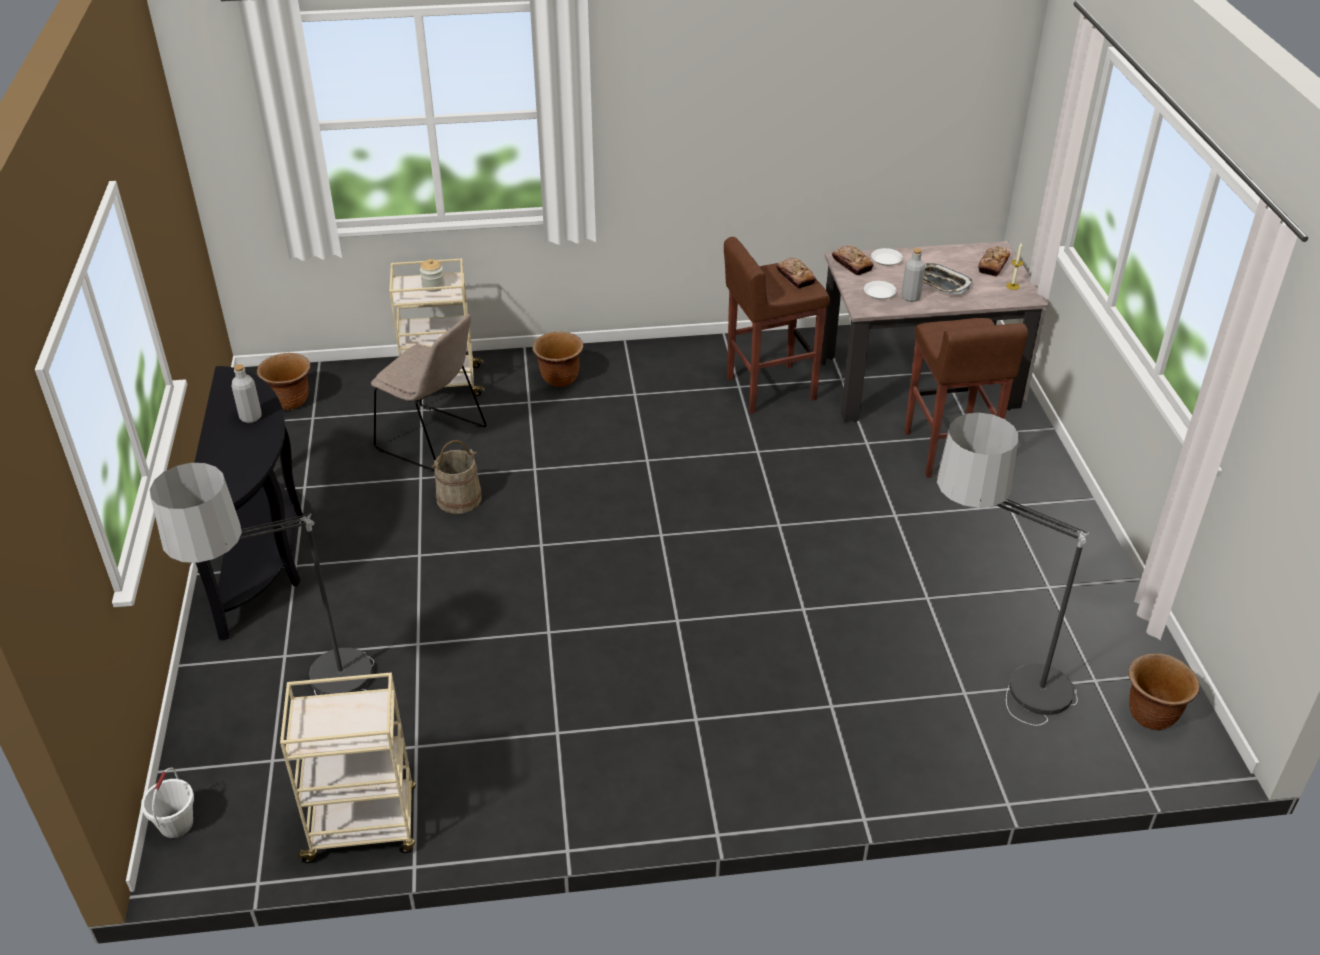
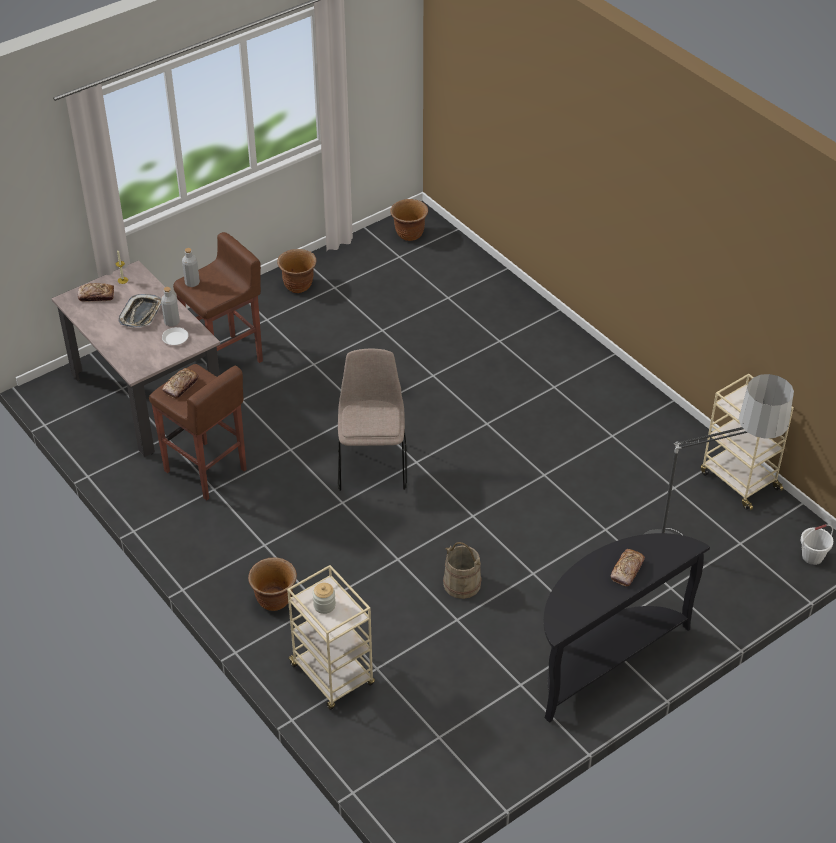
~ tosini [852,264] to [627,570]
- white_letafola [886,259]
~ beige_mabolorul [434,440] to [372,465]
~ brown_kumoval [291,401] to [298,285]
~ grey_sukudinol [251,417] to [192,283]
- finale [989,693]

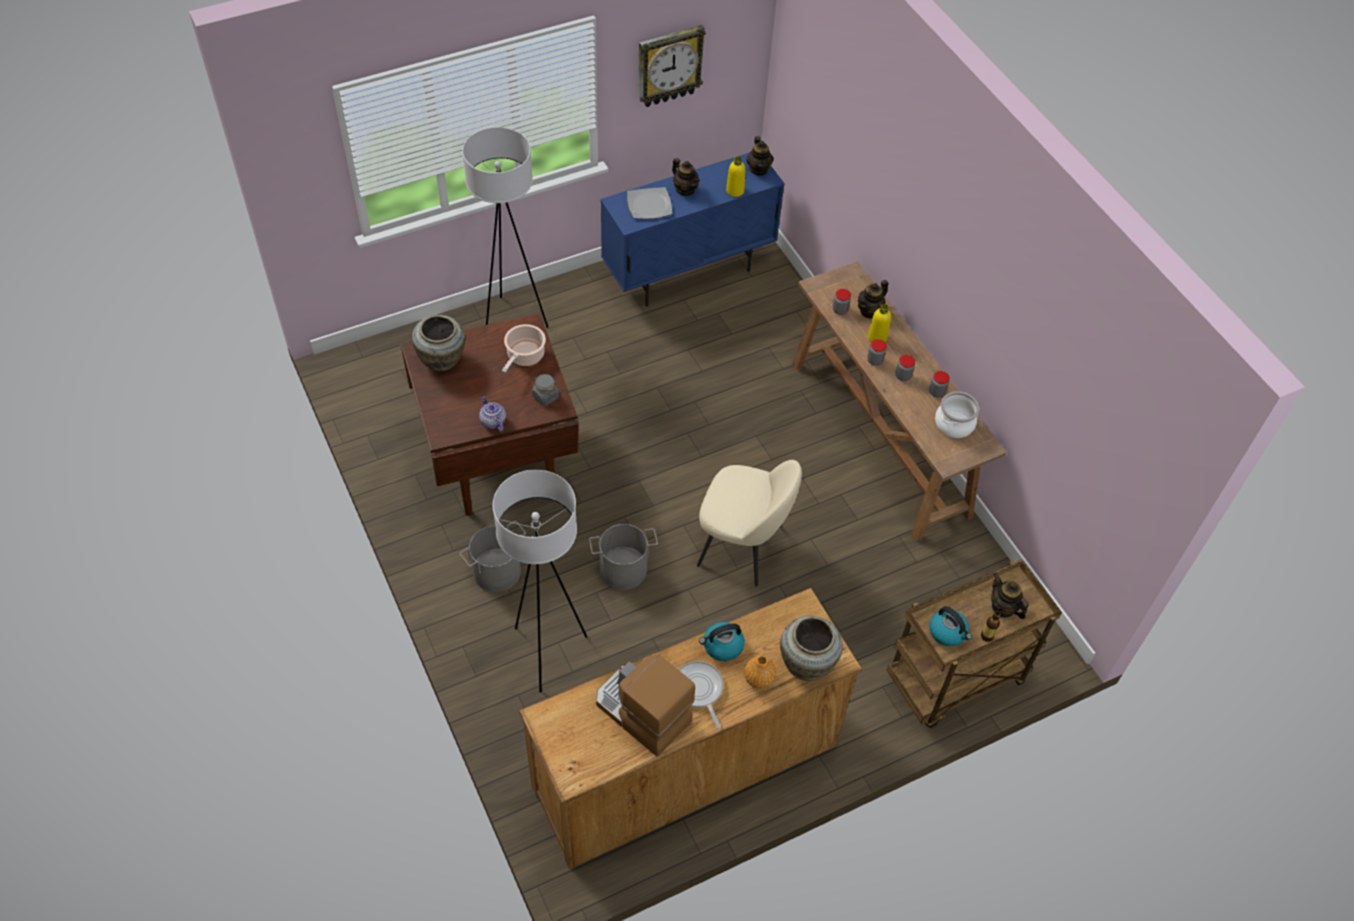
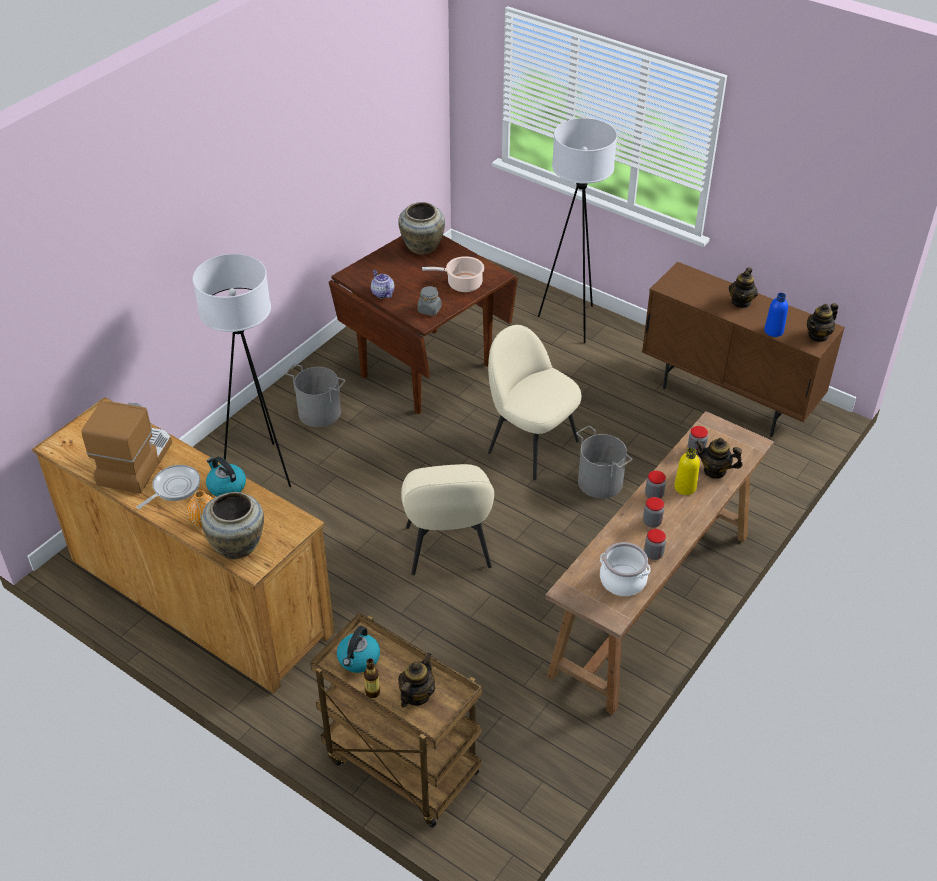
- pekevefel [669,65]
~ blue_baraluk [688,273] to brown_baraluk [728,399]
~ yellow_sukudinol [735,191] to blue_sukudinol [773,331]
- letafola [649,205]
~ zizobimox [492,421] = [382,293] 60 degrees counterclockwise
~ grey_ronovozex [623,569] to [600,481]
+ beige_mabolorul [531,445]

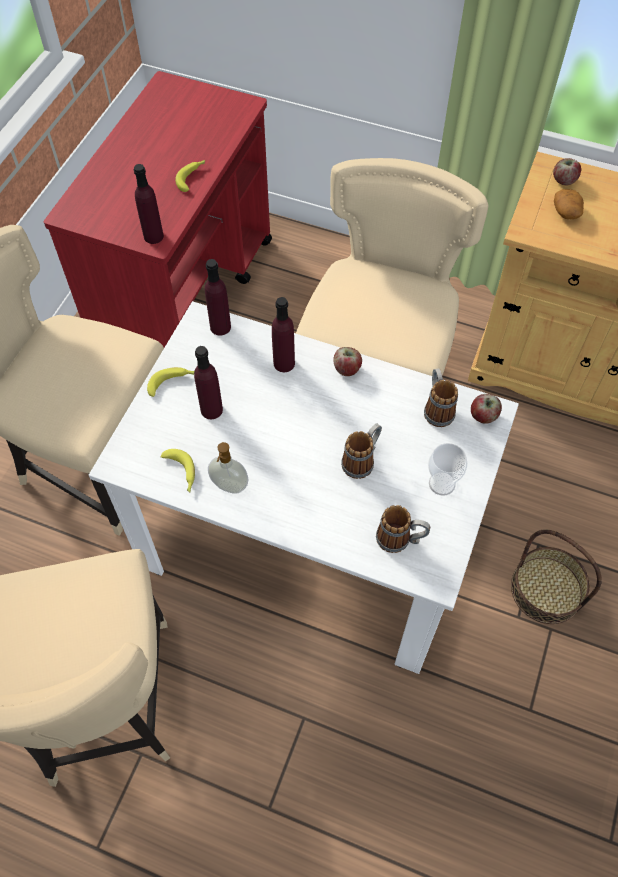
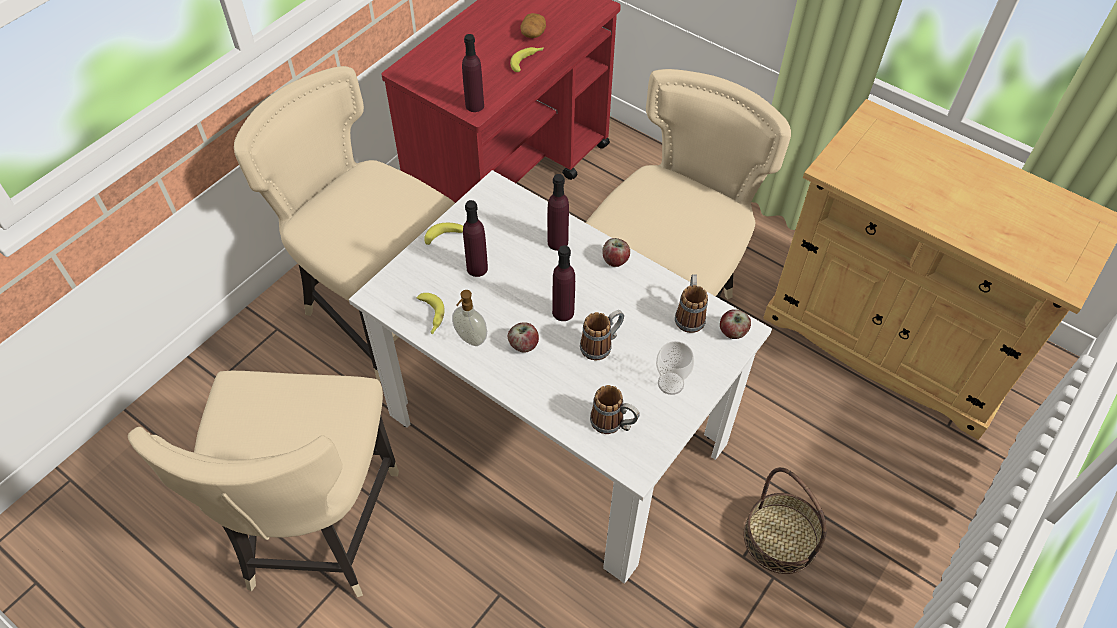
~ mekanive [563,180] to [523,345]
~ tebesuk [566,212] to [533,33]
~ purple_sukudinol [220,327] to [563,312]

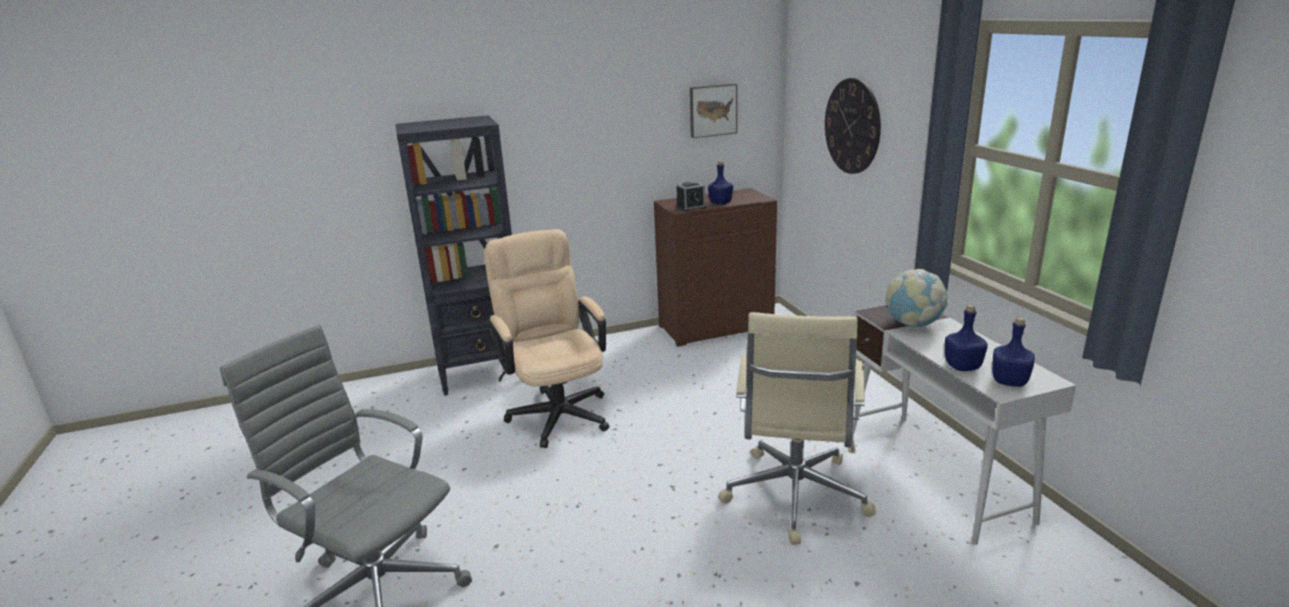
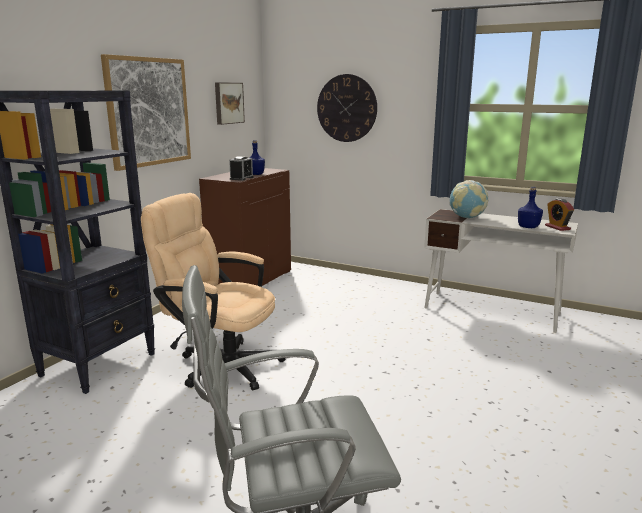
- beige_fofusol [794,497]
~ blue_sukudinol [1009,382] to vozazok [557,227]
+ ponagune [148,112]

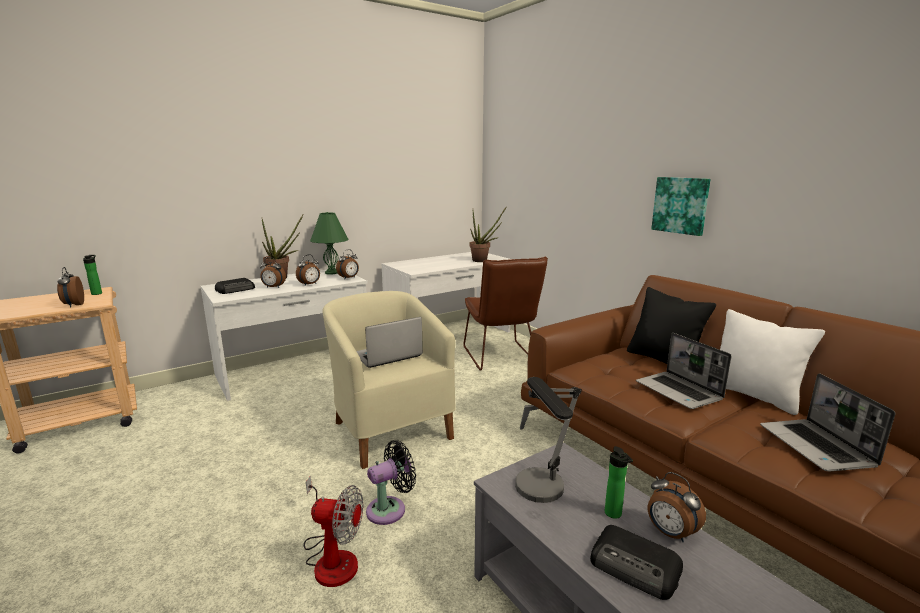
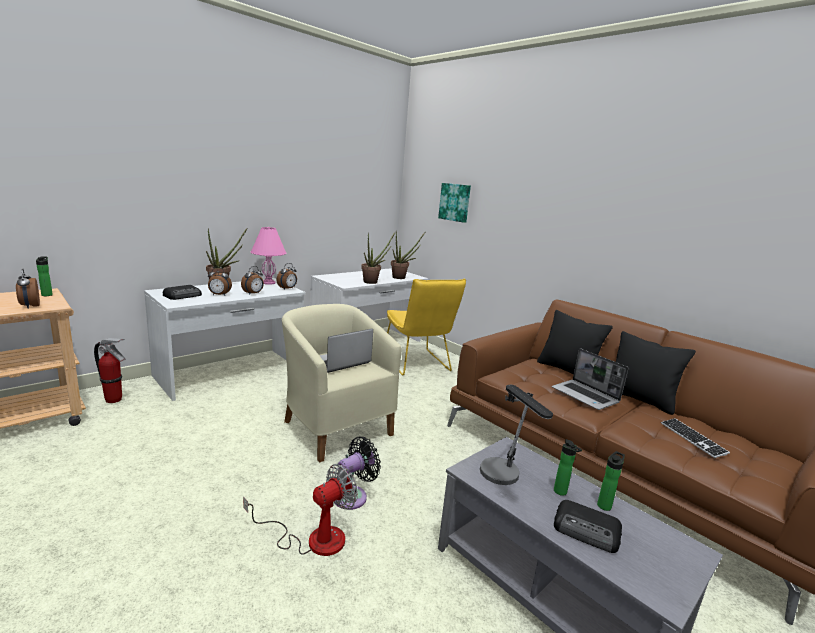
~ ponagune [681,205] to [455,202]
~ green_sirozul [332,272] to pink_sirozul [269,283]
~ brown_mabolorul [501,358] to yellow_mabolorul [417,364]
~ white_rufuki [753,395] to black_rufuki [639,399]
~ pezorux [817,447] to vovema [692,438]
~ vozazok [670,533] to sukudinol [605,505]
~ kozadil [332,557] = [313,539] 45 degrees counterclockwise
+ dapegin [373,282]
+ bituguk [114,400]

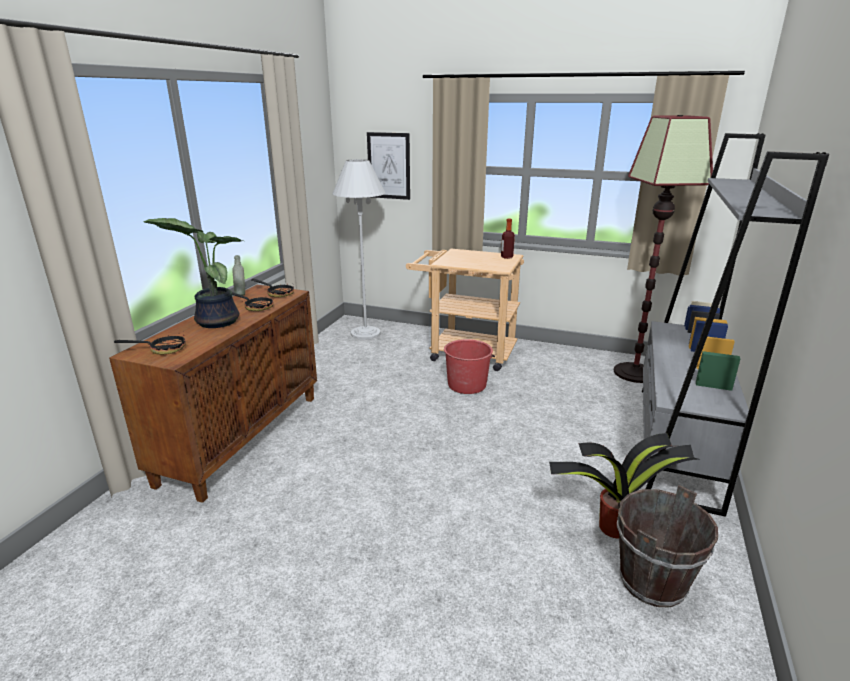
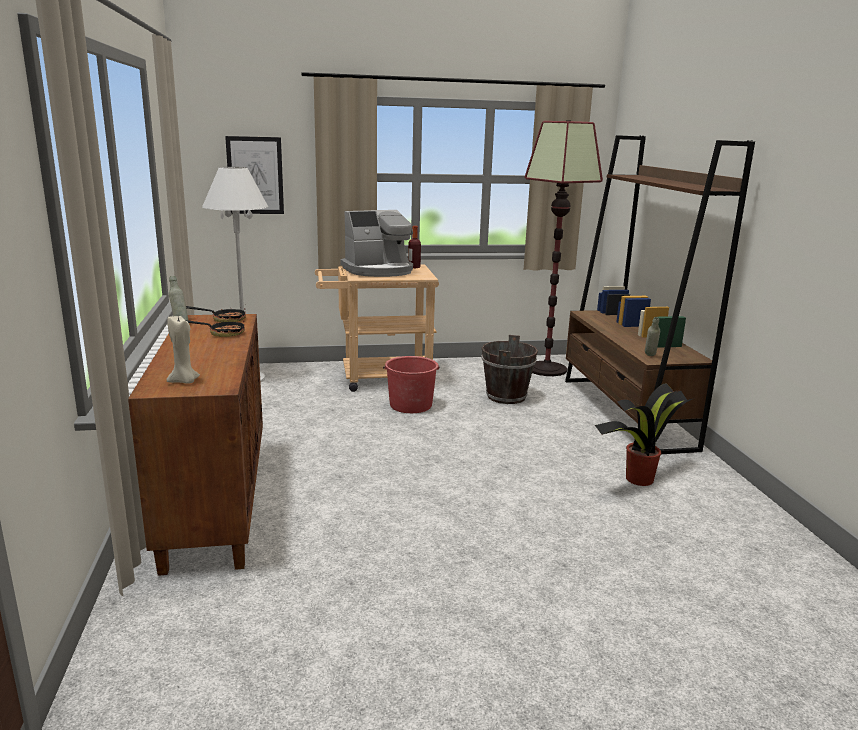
~ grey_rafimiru [676,443] to brown_rafimiru [625,413]
- dapegin [215,321]
~ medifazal [162,349] to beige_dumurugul [184,381]
~ brown_ronovozex [653,582] to [506,397]
+ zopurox [379,270]
+ grey_sukudinol [650,356]

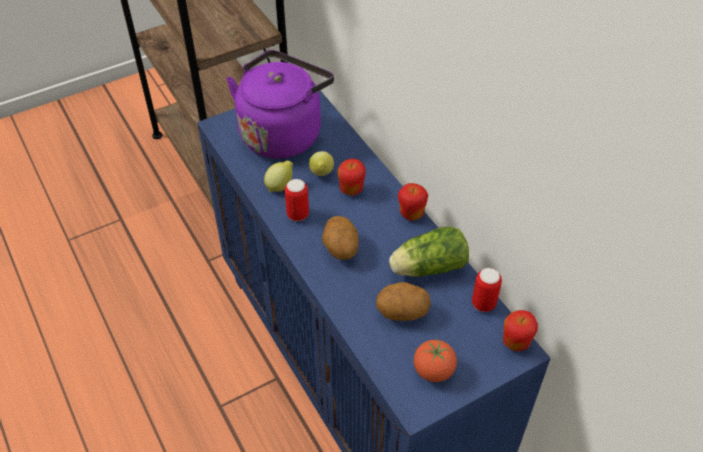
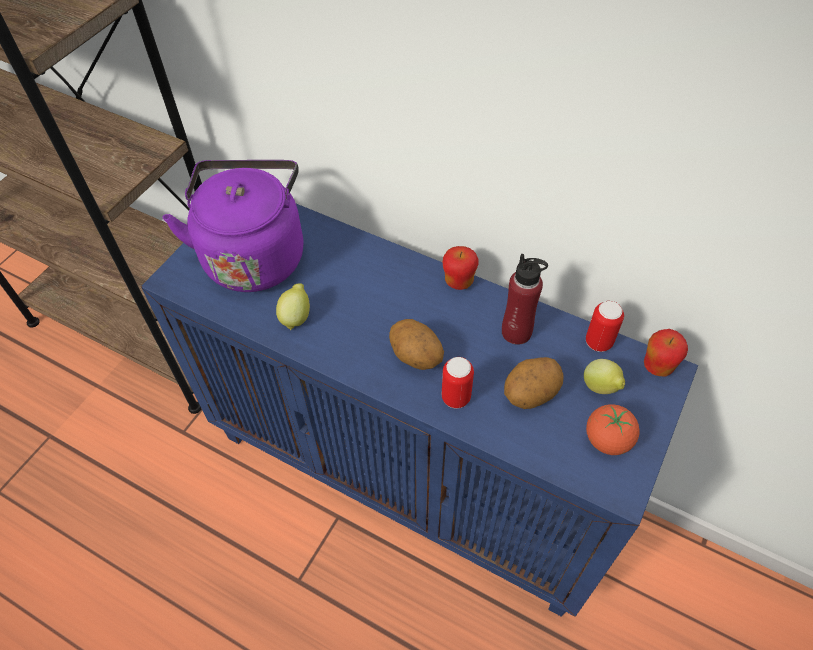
~ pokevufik [321,174] to [601,388]
- mekanive [351,190]
~ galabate [298,214] to [456,397]
~ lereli [426,267] to red_sukudinol [516,332]

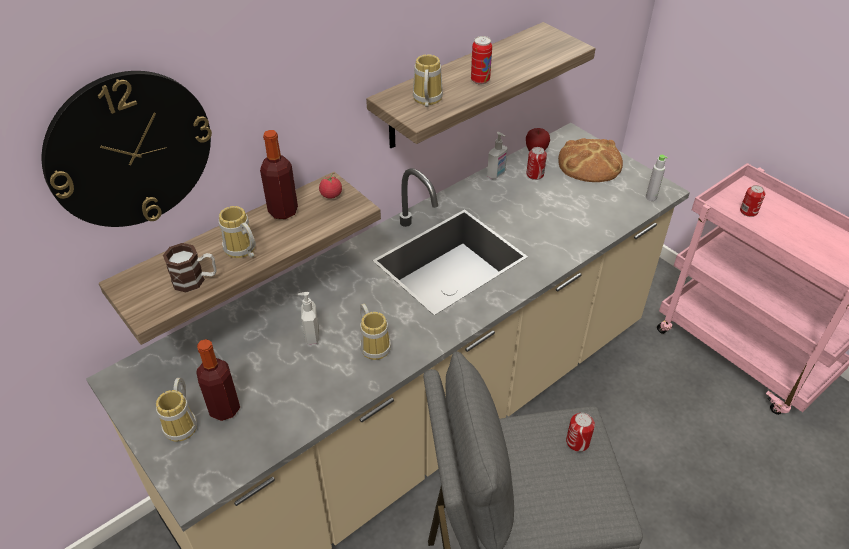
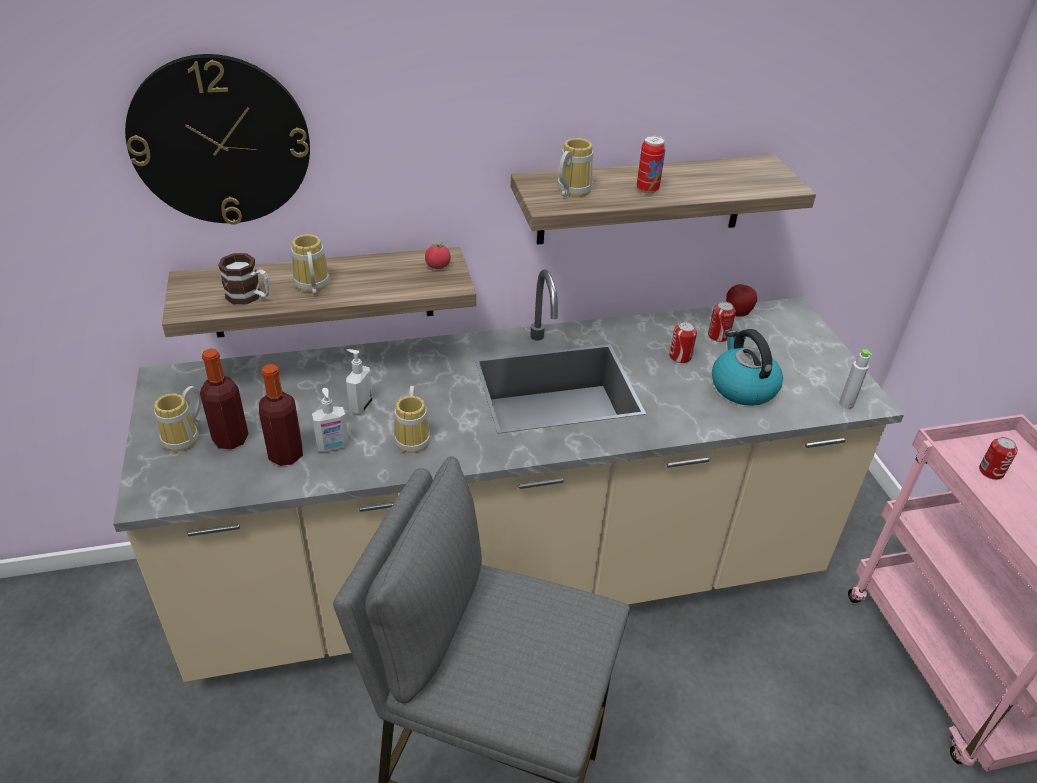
~ sukudinol [283,211] to [286,455]
~ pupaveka [496,174] to [333,446]
- tosini [590,163]
~ galabate [577,442] to [680,356]
+ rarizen [742,387]

